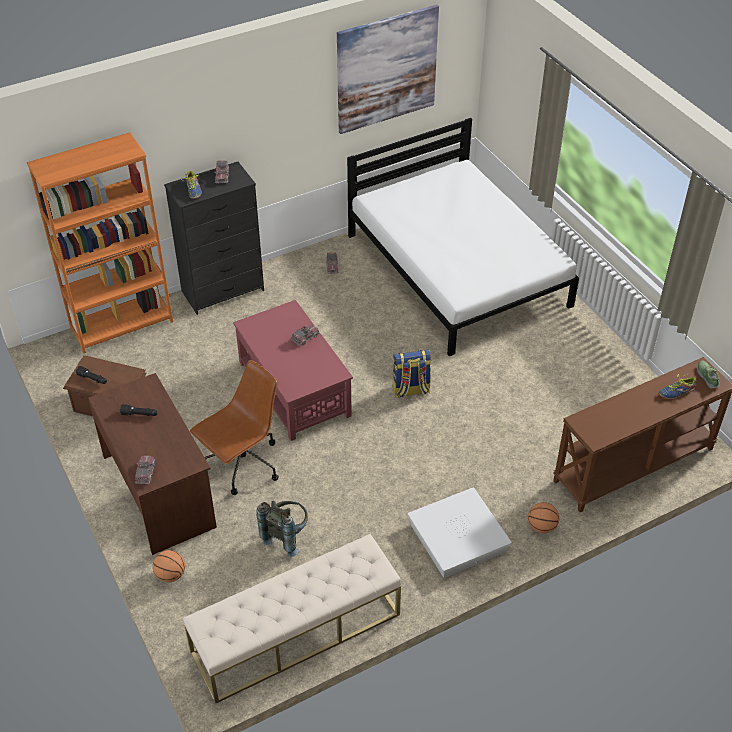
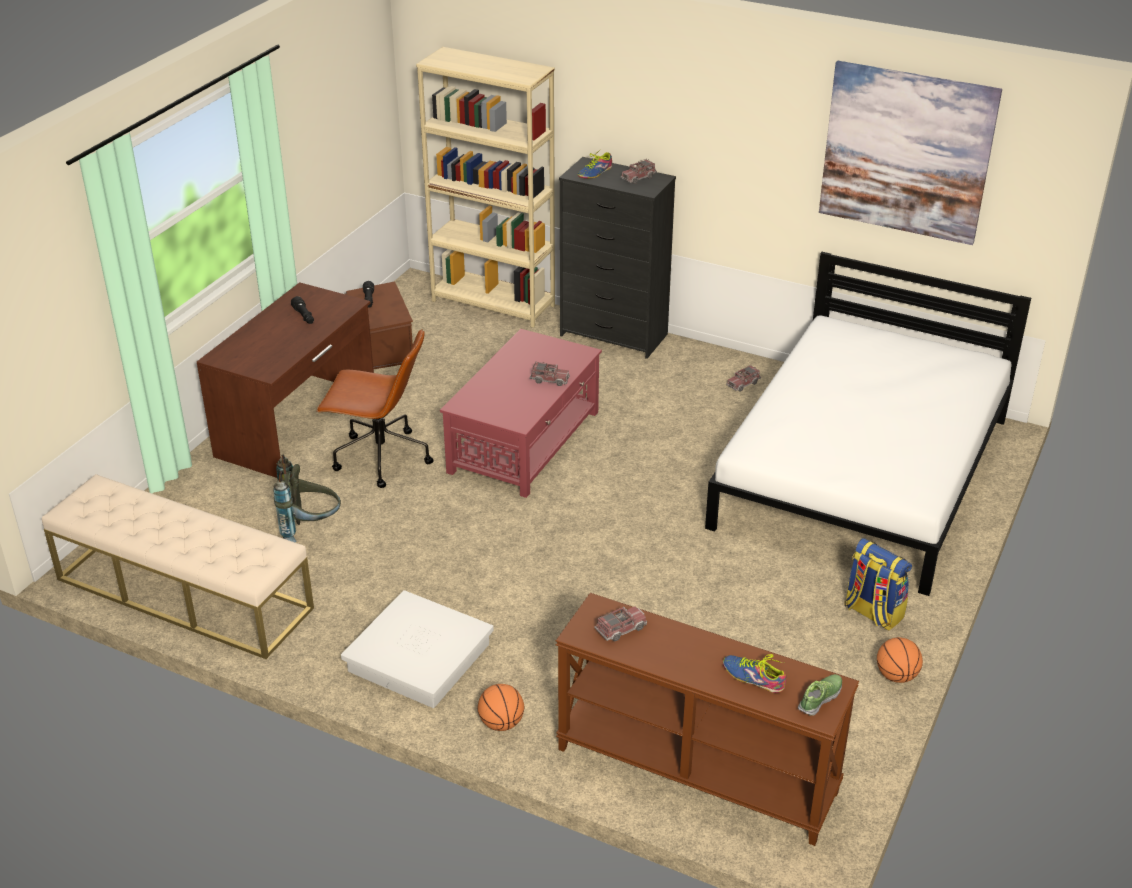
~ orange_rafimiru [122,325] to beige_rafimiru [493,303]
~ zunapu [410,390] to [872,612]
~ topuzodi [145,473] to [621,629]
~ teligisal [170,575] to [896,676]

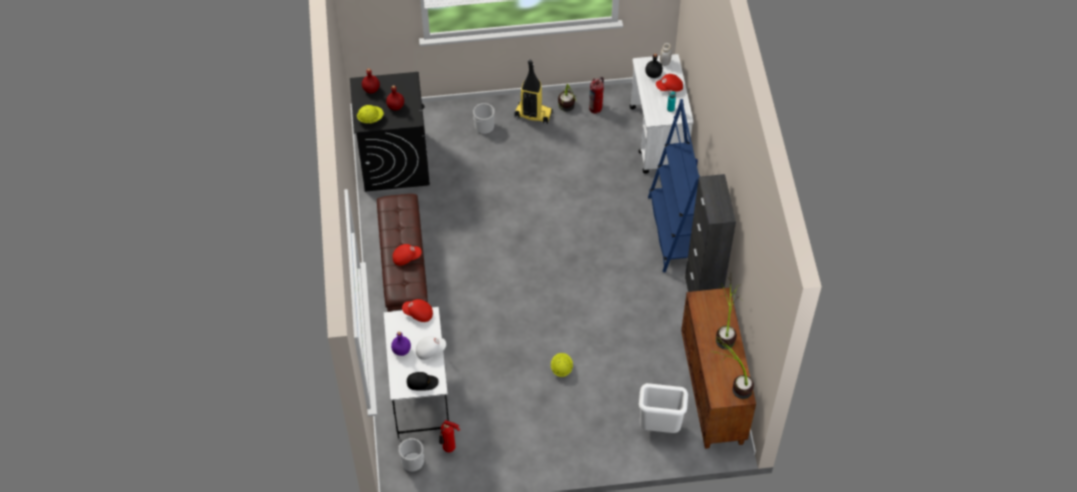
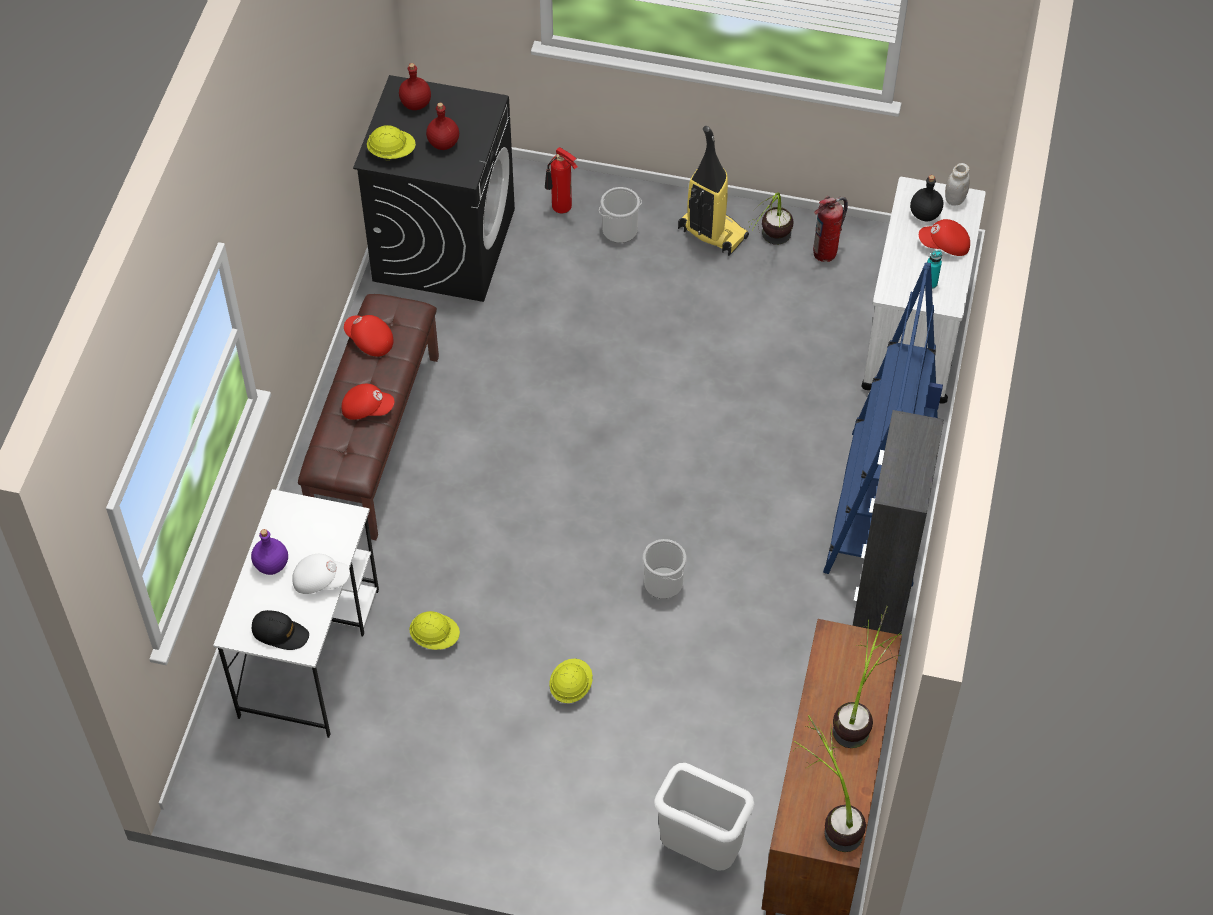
~ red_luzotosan [418,313] to [369,341]
~ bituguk [449,448] to [561,208]
~ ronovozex [412,461] to [663,582]
+ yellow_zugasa [435,637]

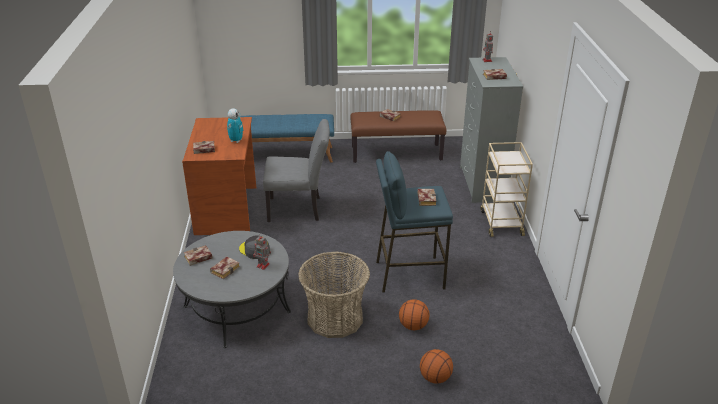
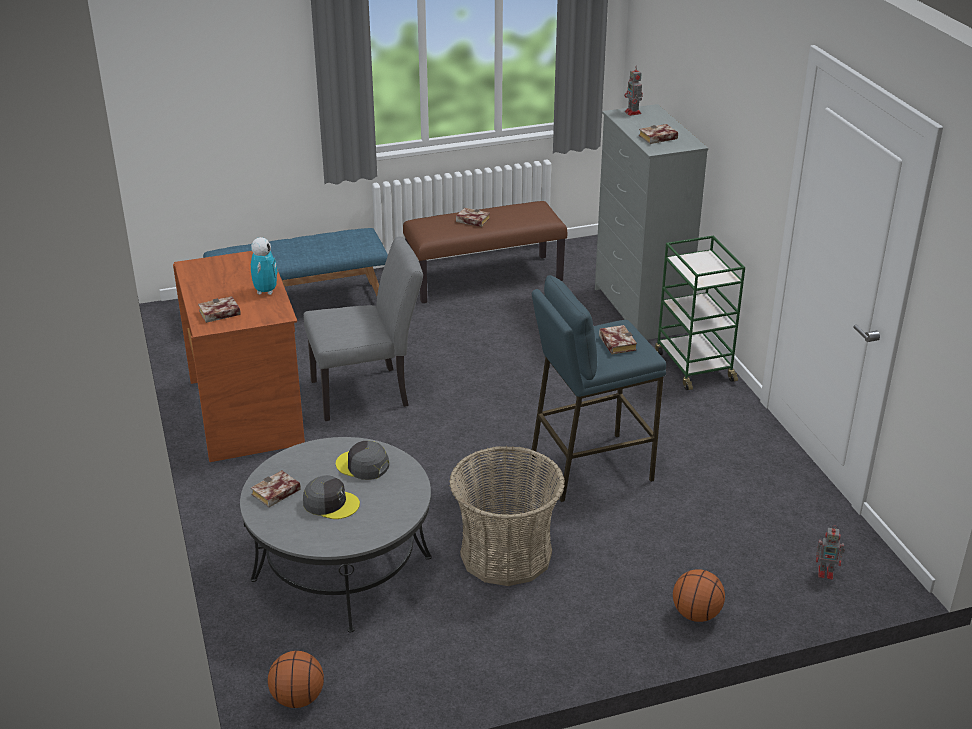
~ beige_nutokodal [501,222] to green_nutokodal [693,366]
~ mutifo [263,265] to [826,572]
~ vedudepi [225,269] to grey_luzotosan [331,503]
~ teligisal [413,326] to [297,698]

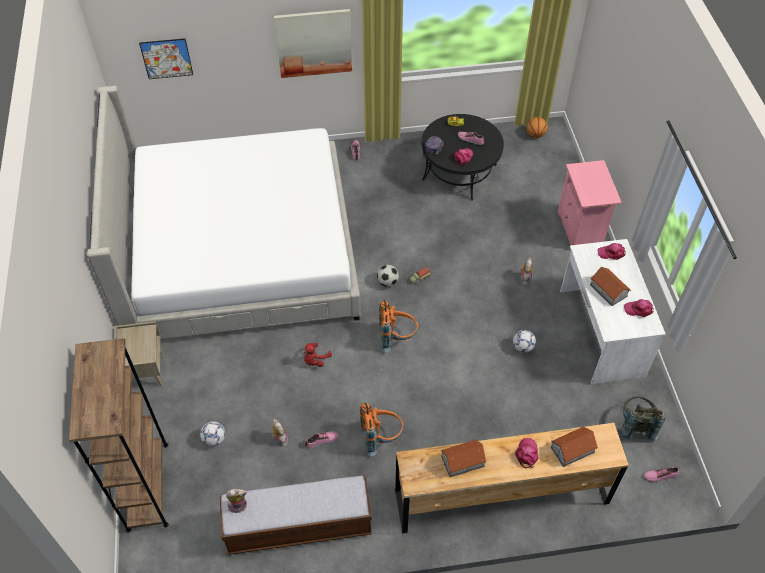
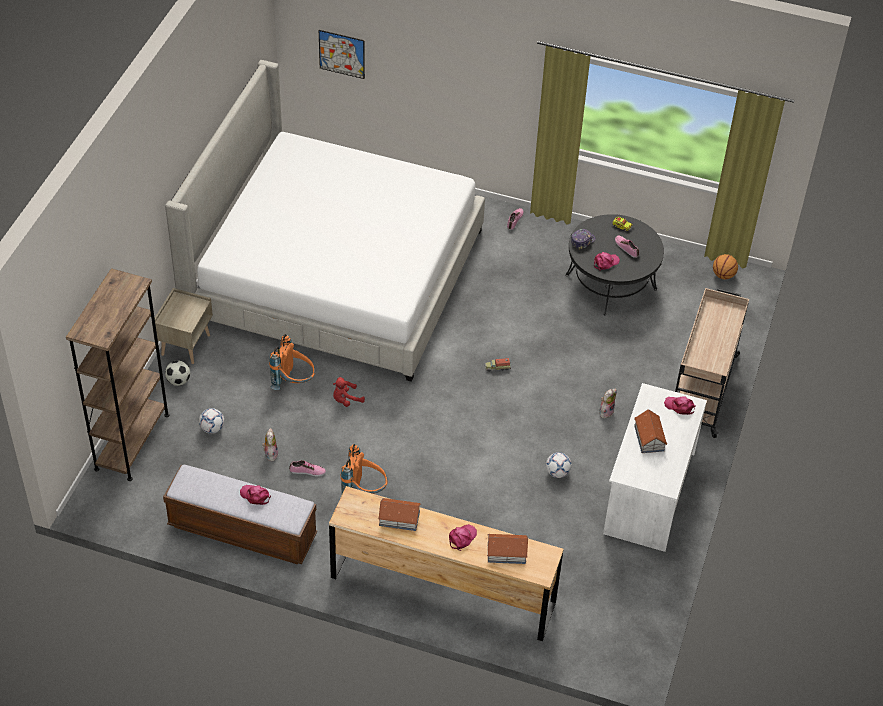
- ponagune [314,43]
~ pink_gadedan [581,229] to beige_nutokodal [702,388]
~ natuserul [387,282] to [178,381]
~ pink_luzotosan [639,309] to [255,496]
~ orange_zunapu [397,337] to [294,382]
- grey_zunapu [635,425]
- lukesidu [660,475]
- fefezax [238,505]

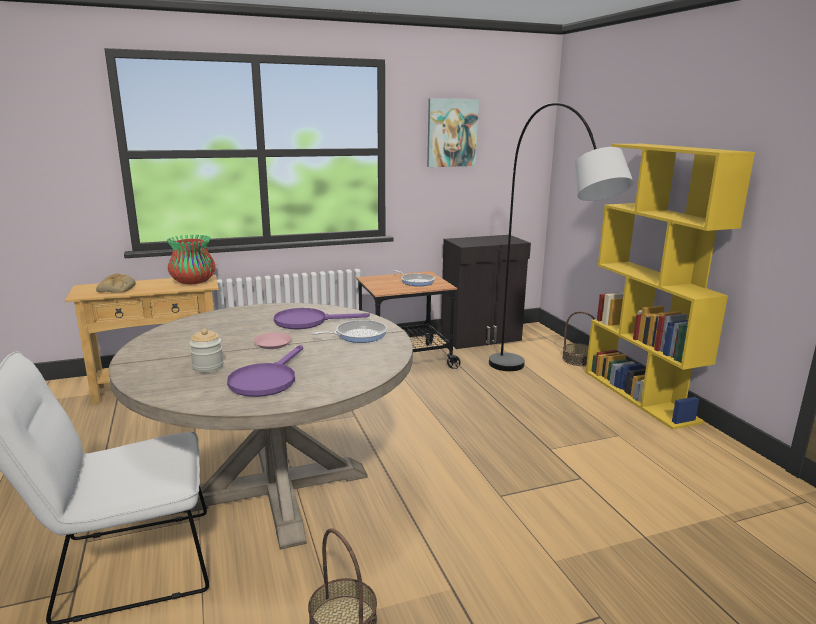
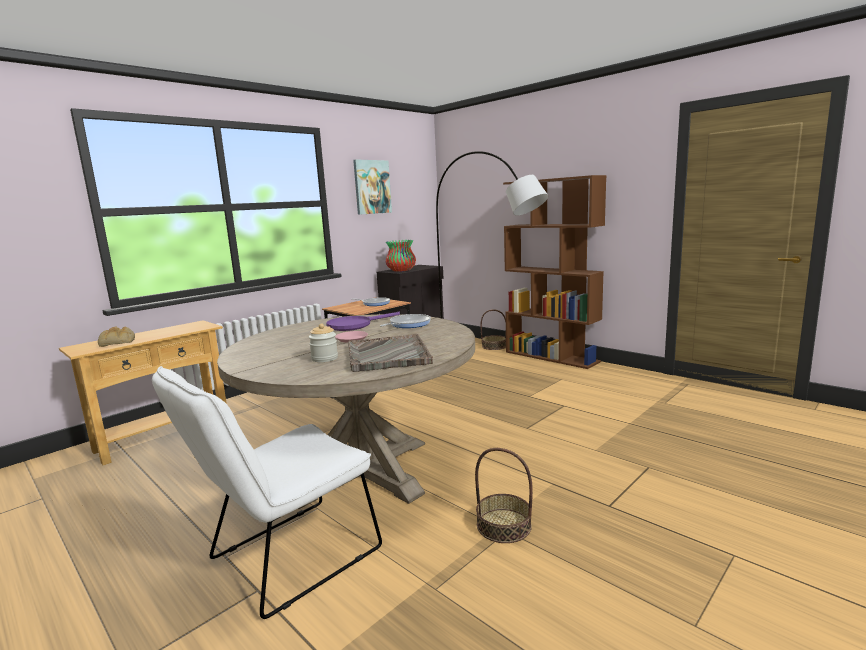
~ yellow_rafimiru [640,396] to brown_rafimiru [552,357]
~ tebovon [193,281] to [401,270]
~ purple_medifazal [266,380] to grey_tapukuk [387,355]

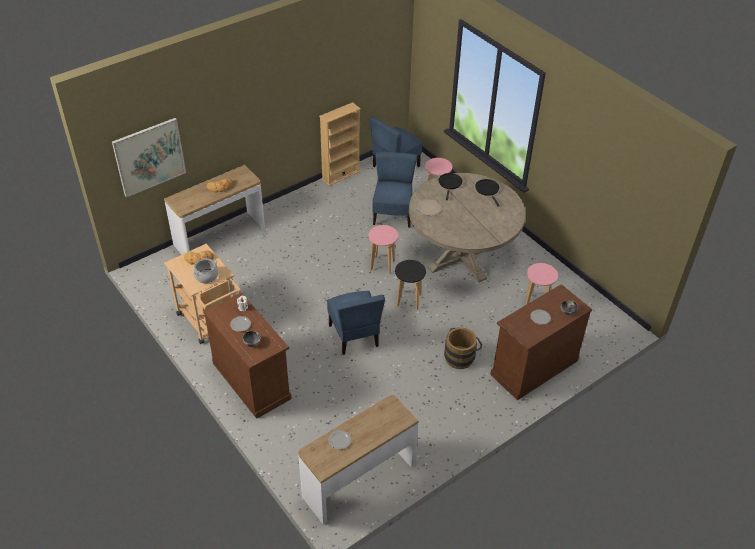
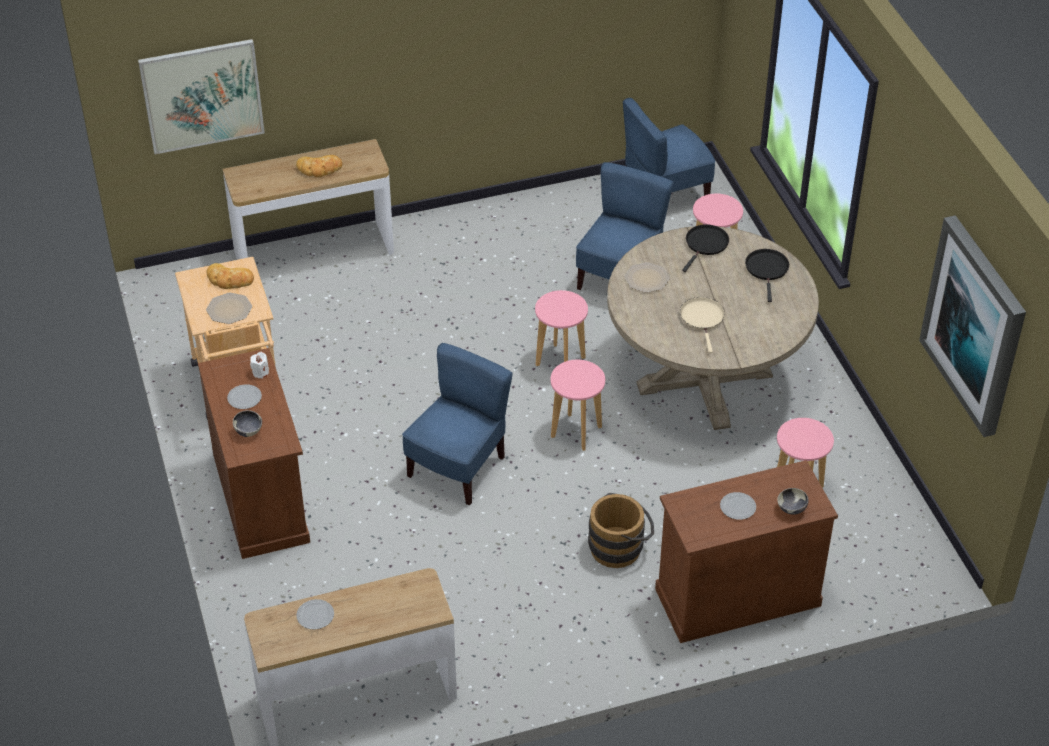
- beige_rafimiru [341,175]
~ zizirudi [206,276] to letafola [229,309]
~ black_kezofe [408,300] to pink_kezofe [576,432]
~ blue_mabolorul [354,336] = [458,468] 150 degrees counterclockwise
+ ponagune [975,325]
+ beige_medifazal [702,319]

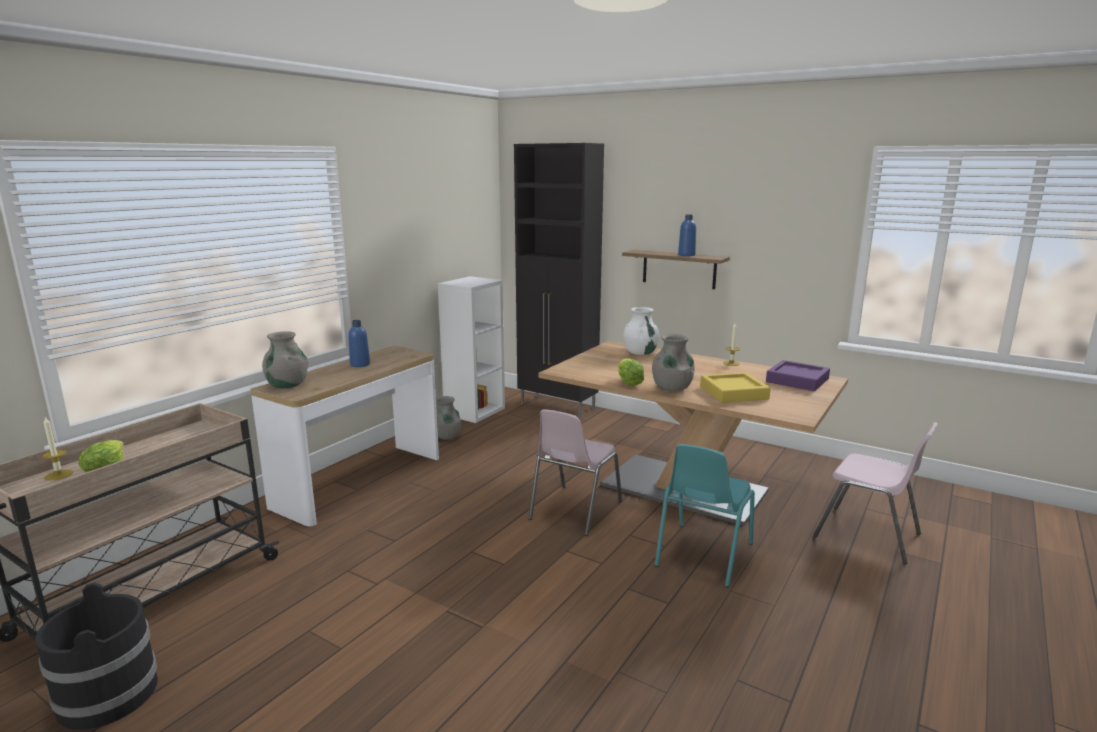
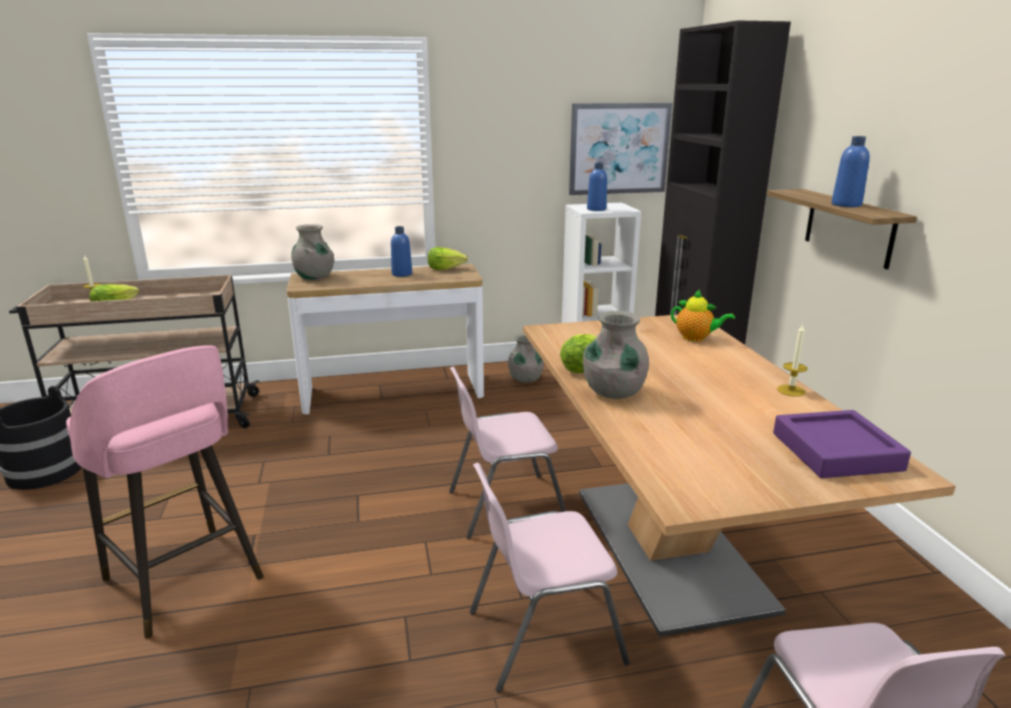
~ white_tebovon [640,353] to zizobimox [696,338]
- yellow_tapukuk [733,393]
~ turquoise_mabolorul [702,555] to pink_mabolorul [542,635]
+ ponagune [619,149]
+ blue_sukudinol [596,209]
+ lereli [446,269]
+ pink_kezofe [185,581]

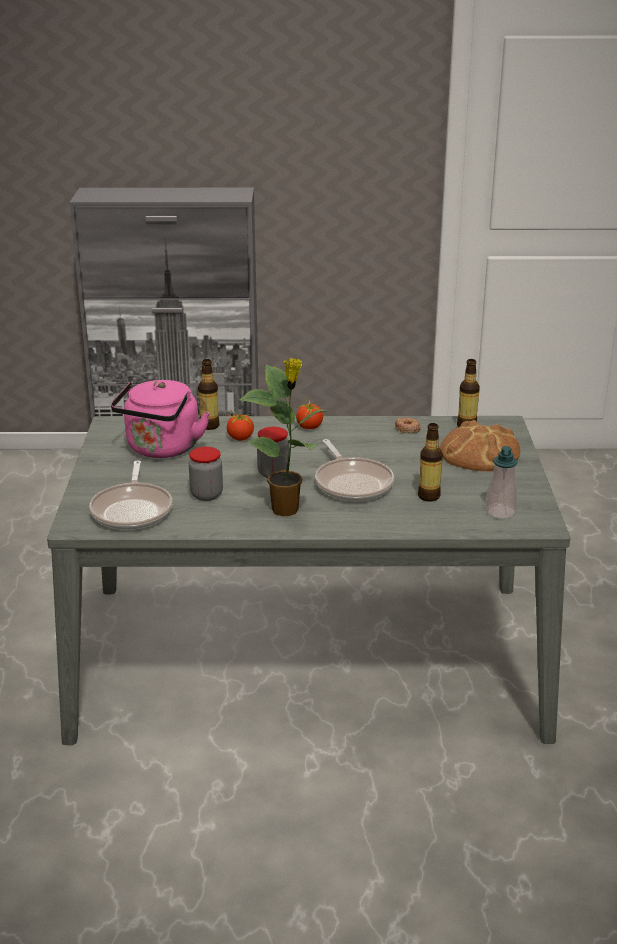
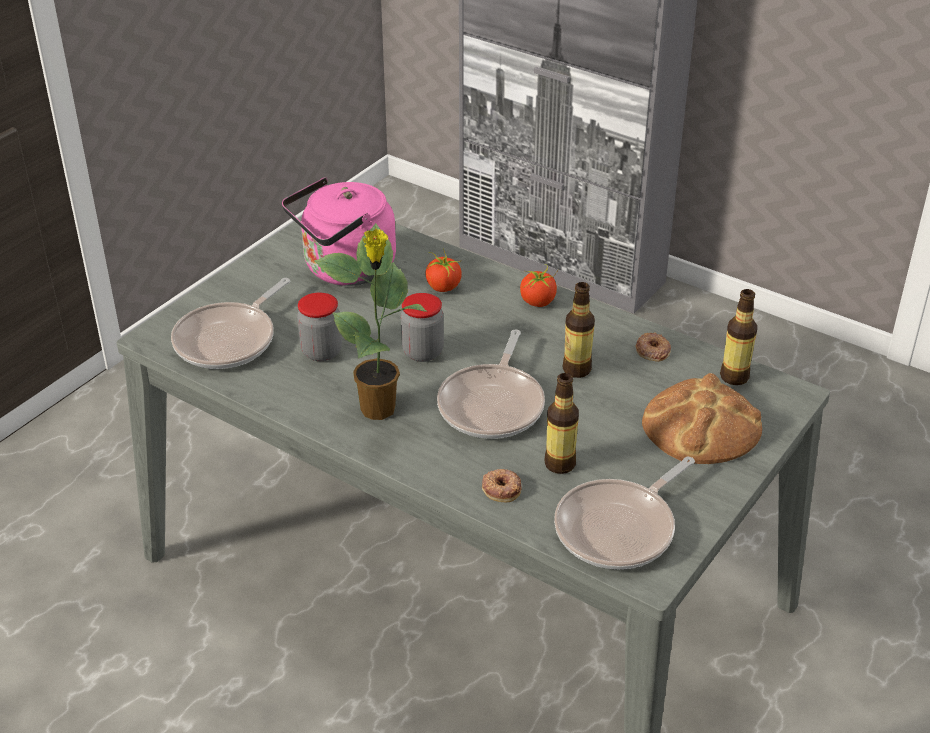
~ sukudinol [209,426] to [576,369]
~ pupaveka [500,512] to medifazal [620,528]
+ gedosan [501,488]

